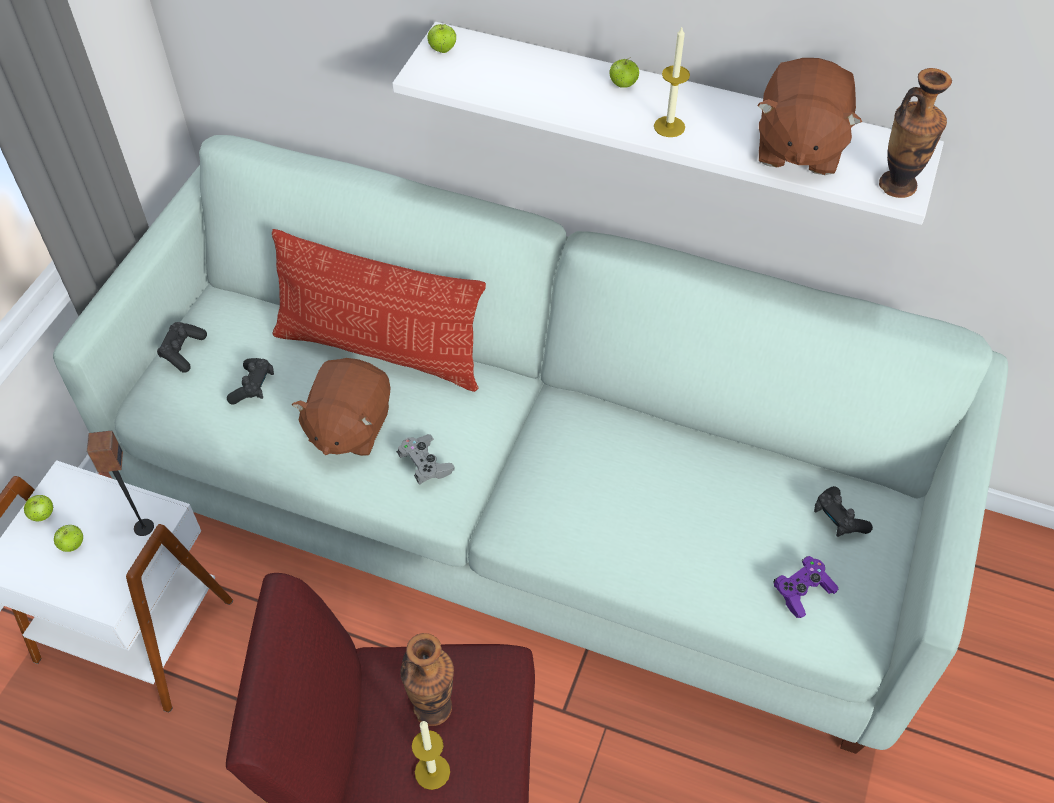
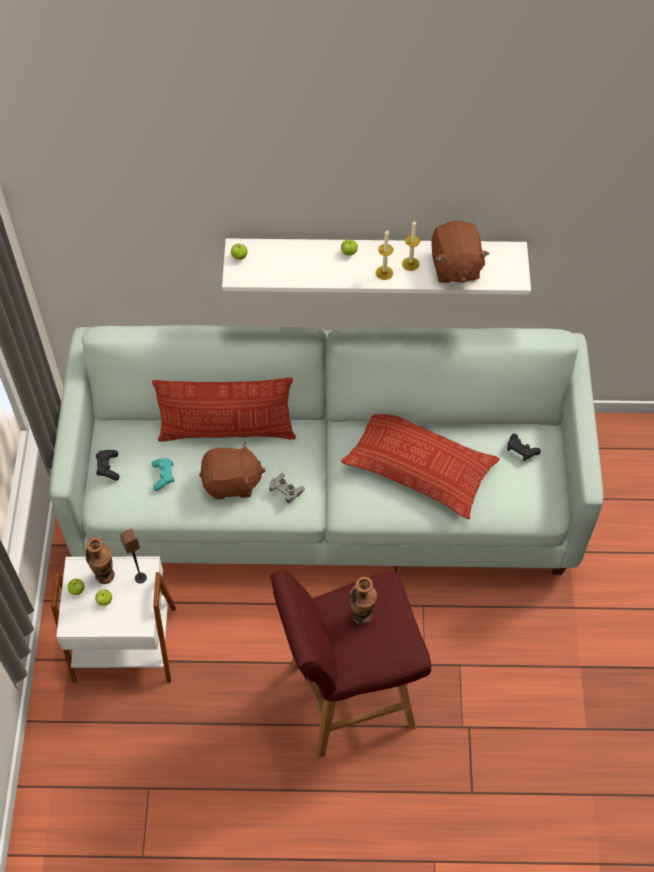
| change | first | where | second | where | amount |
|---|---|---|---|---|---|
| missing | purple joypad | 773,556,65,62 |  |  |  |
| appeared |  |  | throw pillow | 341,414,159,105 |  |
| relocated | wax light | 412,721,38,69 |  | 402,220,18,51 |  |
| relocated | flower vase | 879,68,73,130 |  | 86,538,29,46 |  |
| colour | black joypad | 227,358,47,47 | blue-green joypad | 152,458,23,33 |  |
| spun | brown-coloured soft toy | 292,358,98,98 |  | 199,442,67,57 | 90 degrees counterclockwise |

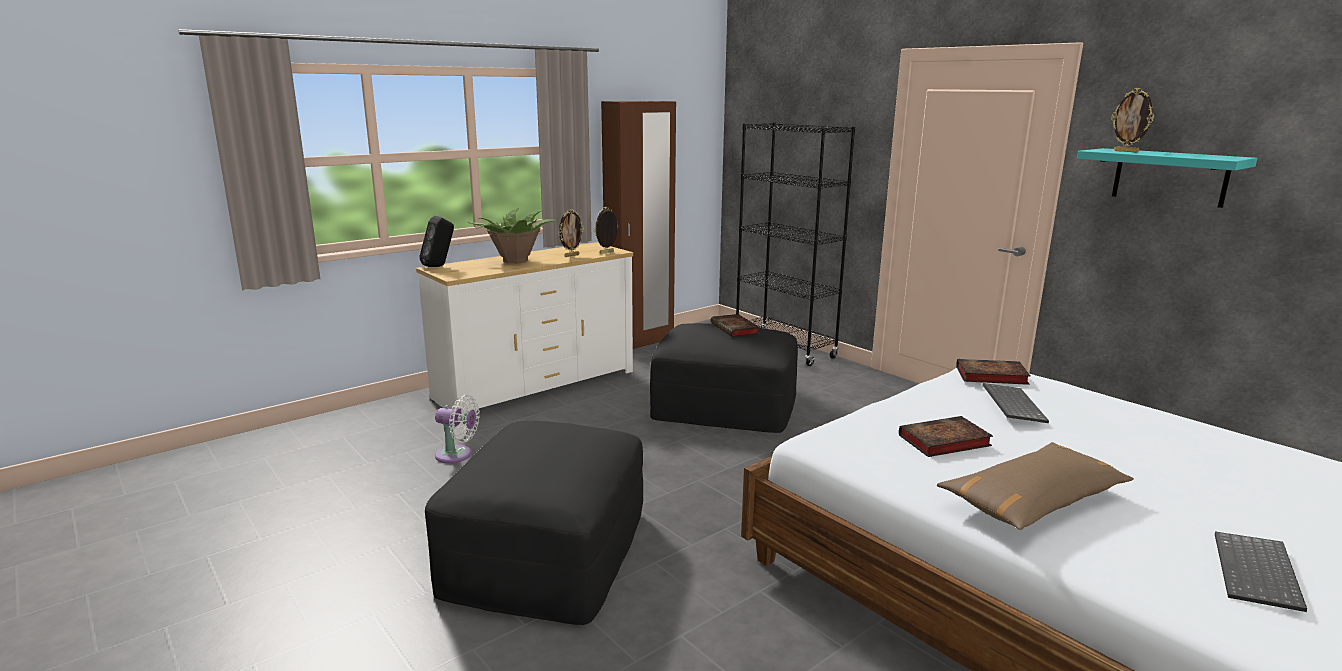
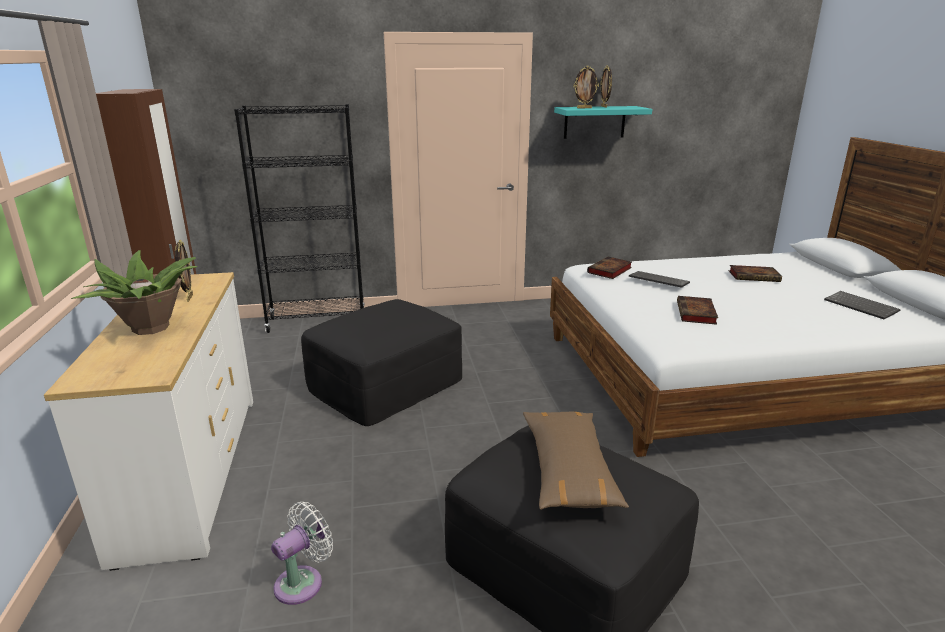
| change | first | where | second | where | amount |
|---|---|---|---|---|---|
| missing | black loudspeaker | 419,216,35,51 |  |  |  |
| relocated | standing frame | 593,207,25,47 |  | 600,65,12,43 |  |
| relocated | volume | 711,314,49,23 |  | 729,265,53,17 |  |
| relocated | brown-coloured throw pillow | 937,442,197,88 |  | 523,412,106,98 |  |

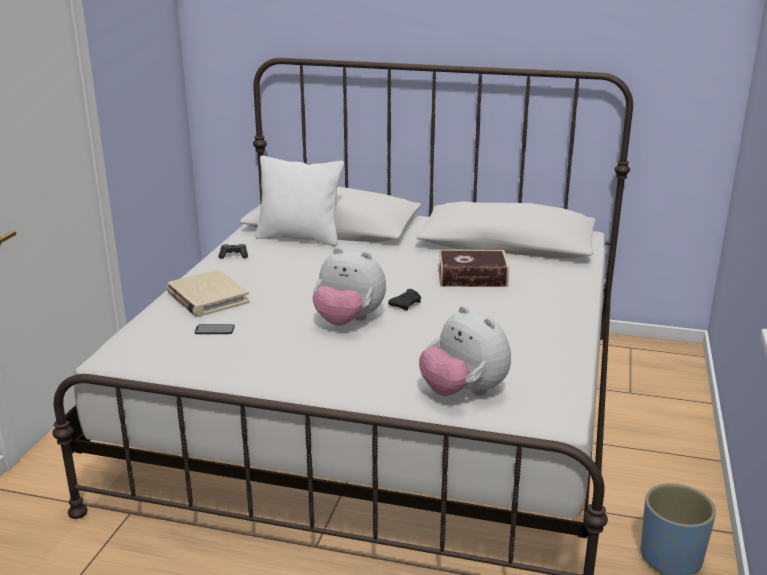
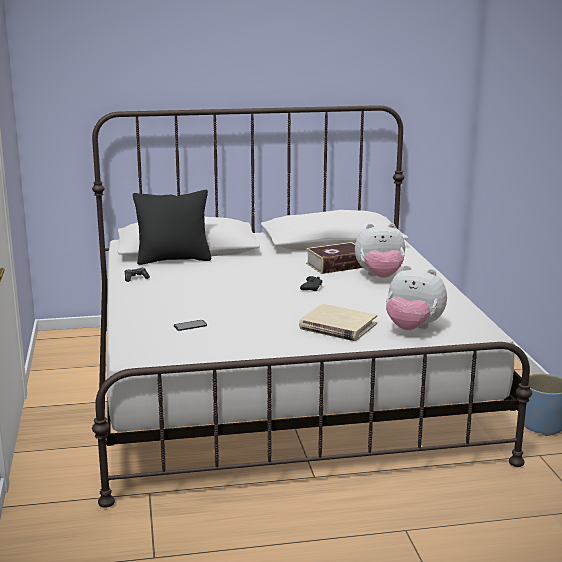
| change | first | where | second | where | amount |
|---|---|---|---|---|---|
| relocated | sand-coloured volume | 167,270,83,47 |  | 299,304,78,37 |  |
| relocated | soft toy | 312,247,74,79 |  | 355,223,50,55 |  |
| colour | white-coloured throw pillow | 255,155,89,91 | black throw pillow | 133,190,78,75 |  |

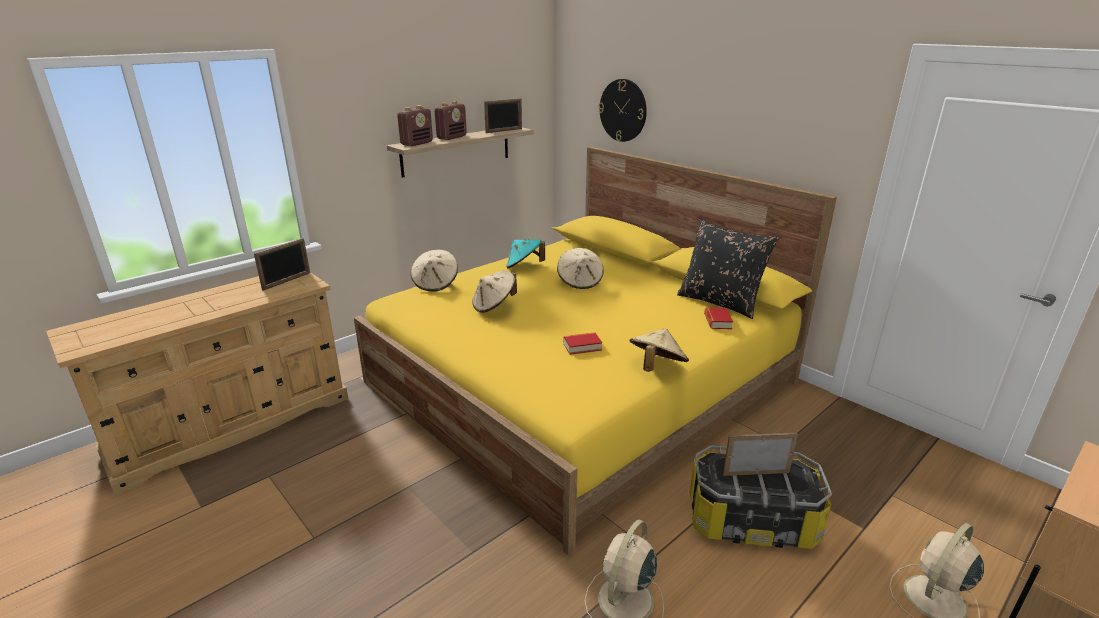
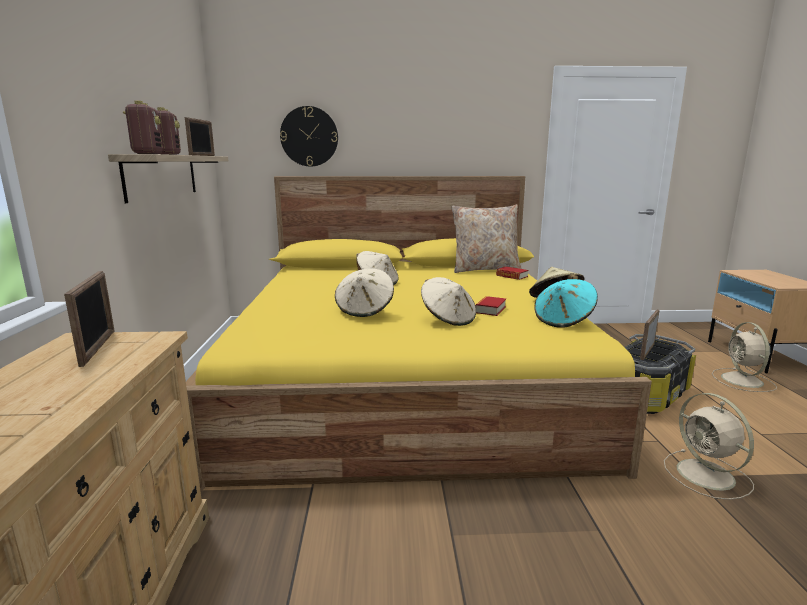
| change | first | where | second | where | amount |
|---|---|---|---|---|---|
| relocated | sand-coloured hat | 410,250,48,42 |  | 421,277,55,49 |  |
| relocated | blue-green hat | 506,239,39,29 |  | 534,279,64,49 |  |
| colour | black throw pillow | 677,219,102,100 | sand-coloured throw pillow | 451,205,71,68 |  |

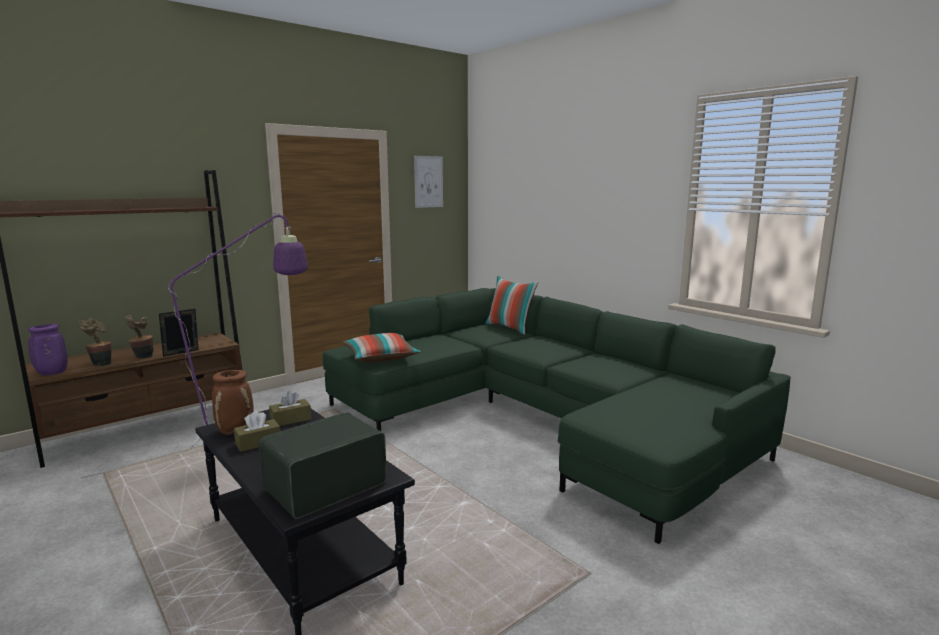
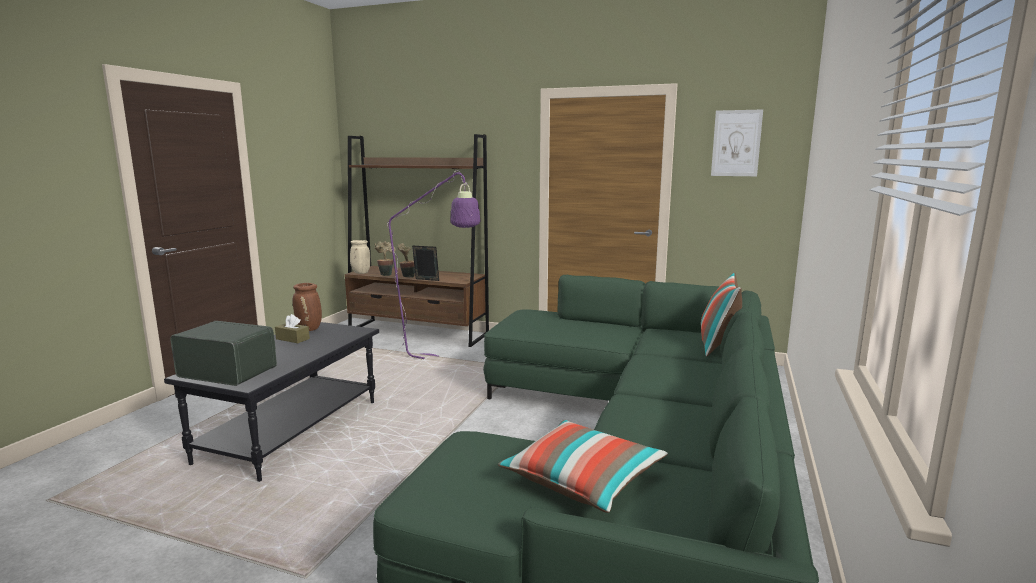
| change | first | where | second | where | amount |
|---|---|---|---|---|---|
| missing | brown-coloured box of tissues | 269,391,42,35 |  |  |  |
| relocated | throw pillow | 343,333,77,30 |  | 498,420,170,93 |  |
| colour | purple flower vase | 28,324,40,51 | sand-coloured flower vase | 350,240,20,34 |  |

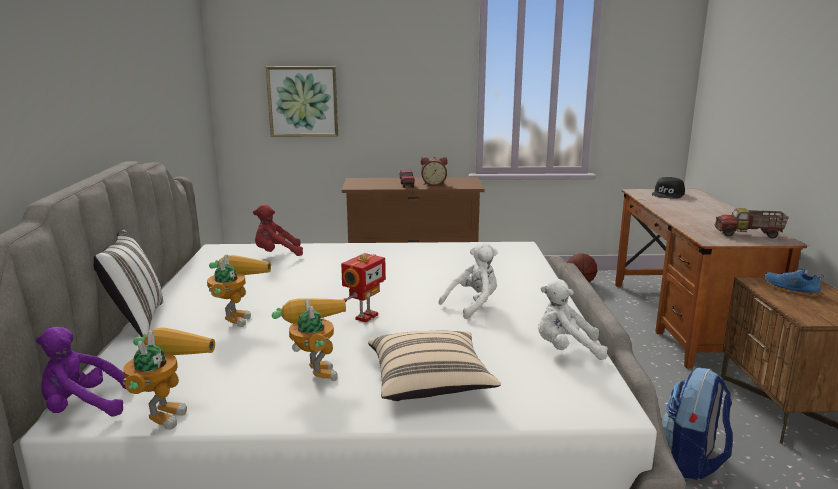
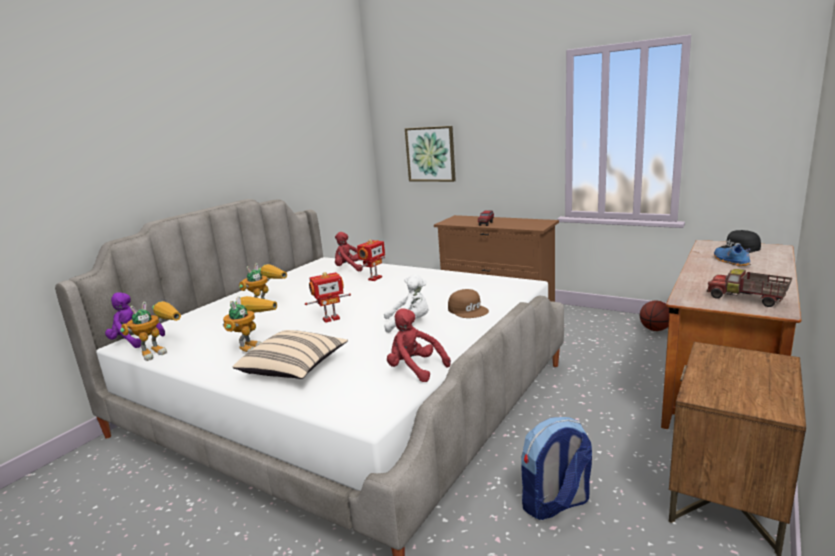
| change | first | where | second | where | amount |
|---|---|---|---|---|---|
| missing | white-coloured throw pillow | 93,230,70,107 |  |  |  |
| missing | table clock | 421,157,27,29 |  |  |  |
| appeared |  |  | toy robot | 357,239,28,42 |  |
| appeared |  |  | brown-coloured baseball cap | 448,289,41,29 |  |
| relocated | bluish item of footwear | 765,269,59,28 |  | 714,244,37,22 |  |
| colour | white-coloured soft toy | 538,279,70,81 | red soft toy | 387,308,64,74 |  |

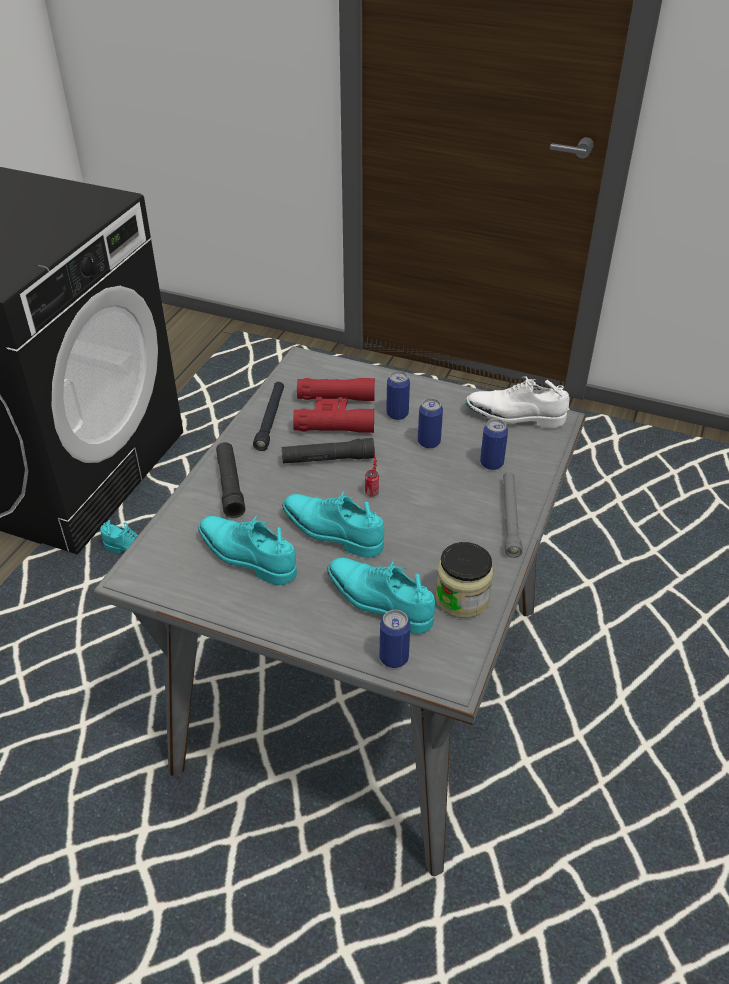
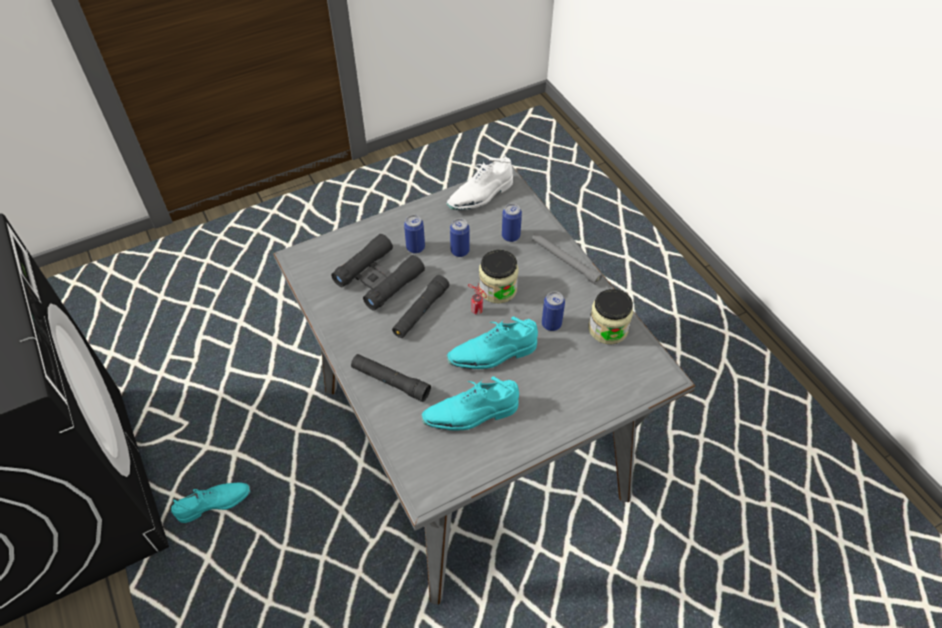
| change | first | where | second | where | amount |
|---|---|---|---|---|---|
| missing | black flashlight | 253,382,31,69 |  |  |  |
| missing | blue-green item of footwear | 327,558,108,76 |  |  |  |
| appeared |  |  | jar | 479,250,40,54 |  |
| relocated | metal can | 380,610,30,58 |  | 542,291,23,40 |  |
| colour | red binoculars | 293,378,82,55 | black binoculars | 331,234,94,77 |  |

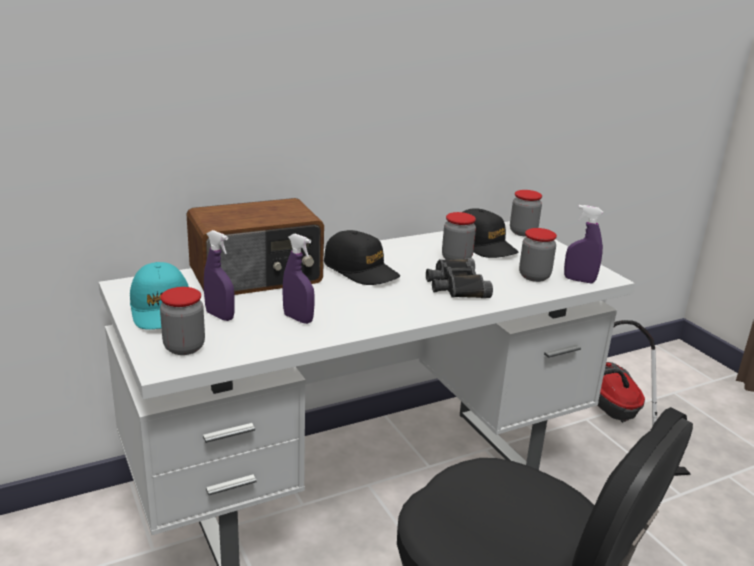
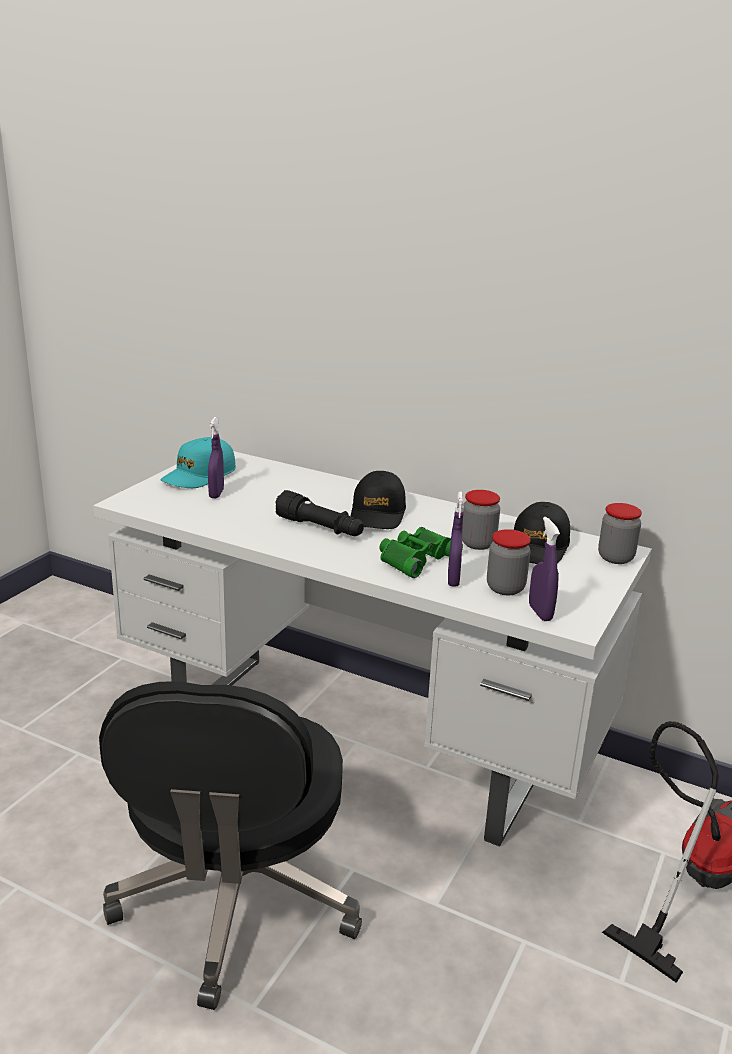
| change | first | where | second | where | amount |
|---|---|---|---|---|---|
| missing | jar | 160,287,45,68 |  |  |  |
| missing | radio receiver | 186,198,138,97 |  |  |  |
| appeared |  |  | black flashlight | 275,490,89,46 |  |
| relocated | purple hand sprayer | 283,233,32,91 |  | 448,492,16,95 |  |
| colour | black binoculars | 426,258,67,40 | green-coloured binoculars | 379,527,84,51 |  |

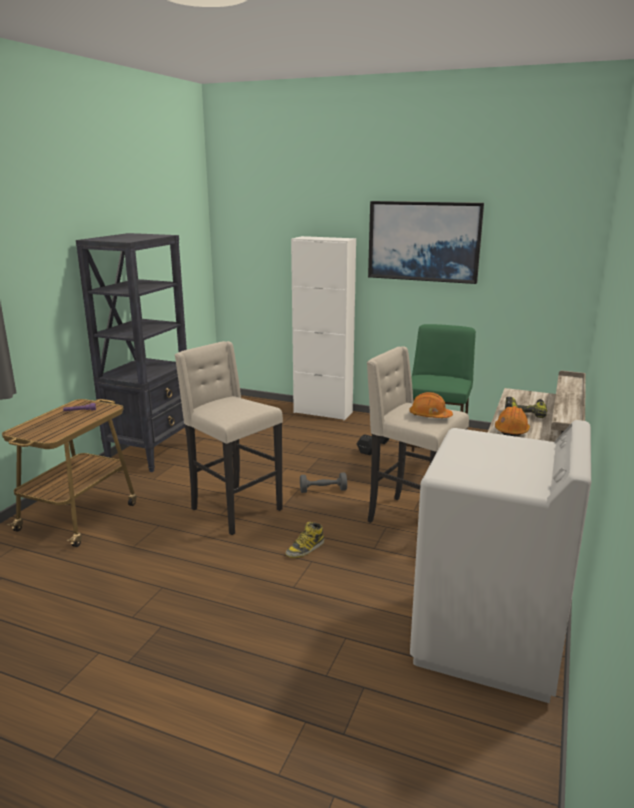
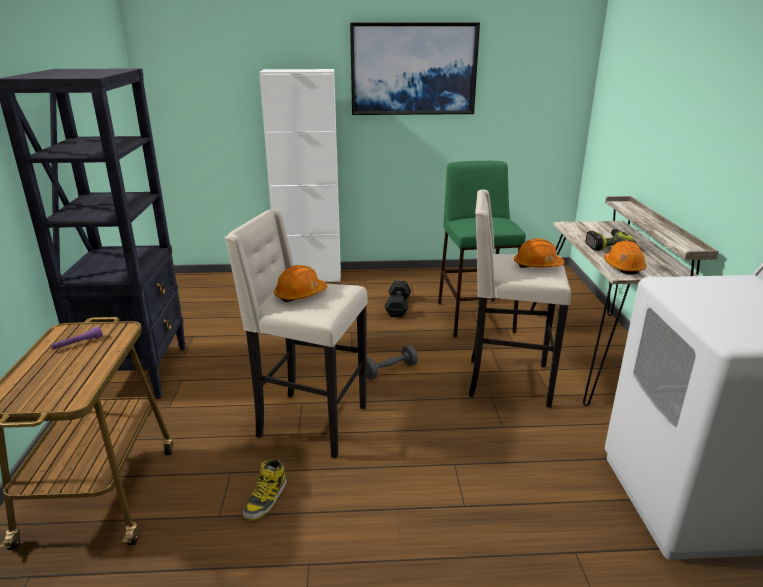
| change | first | where | second | where | amount |
|---|---|---|---|---|---|
| appeared |  |  | orangey hard hat | 274,265,53,37 |  |
| relocated | tall boot | 285,522,39,36 |  | 243,460,44,61 |  |

